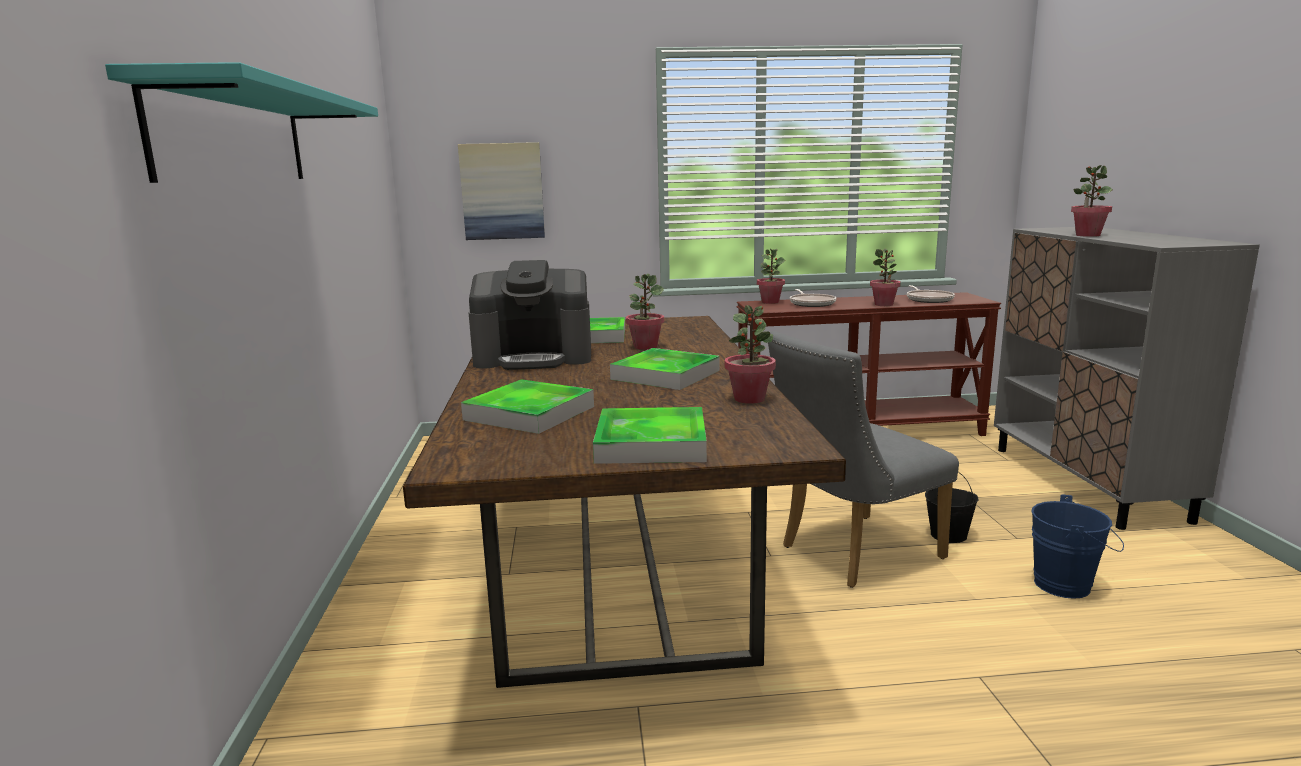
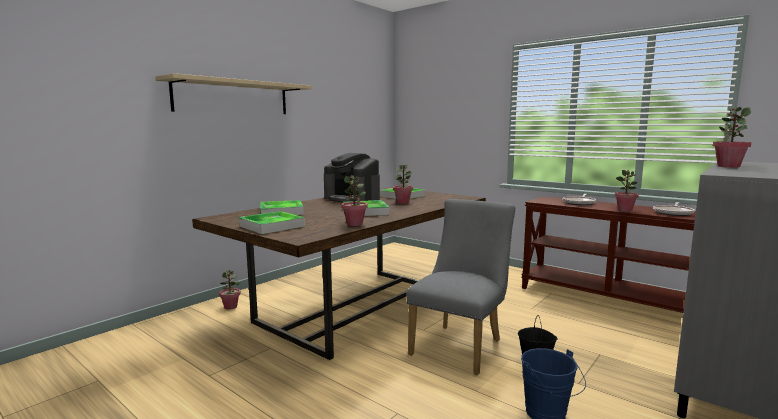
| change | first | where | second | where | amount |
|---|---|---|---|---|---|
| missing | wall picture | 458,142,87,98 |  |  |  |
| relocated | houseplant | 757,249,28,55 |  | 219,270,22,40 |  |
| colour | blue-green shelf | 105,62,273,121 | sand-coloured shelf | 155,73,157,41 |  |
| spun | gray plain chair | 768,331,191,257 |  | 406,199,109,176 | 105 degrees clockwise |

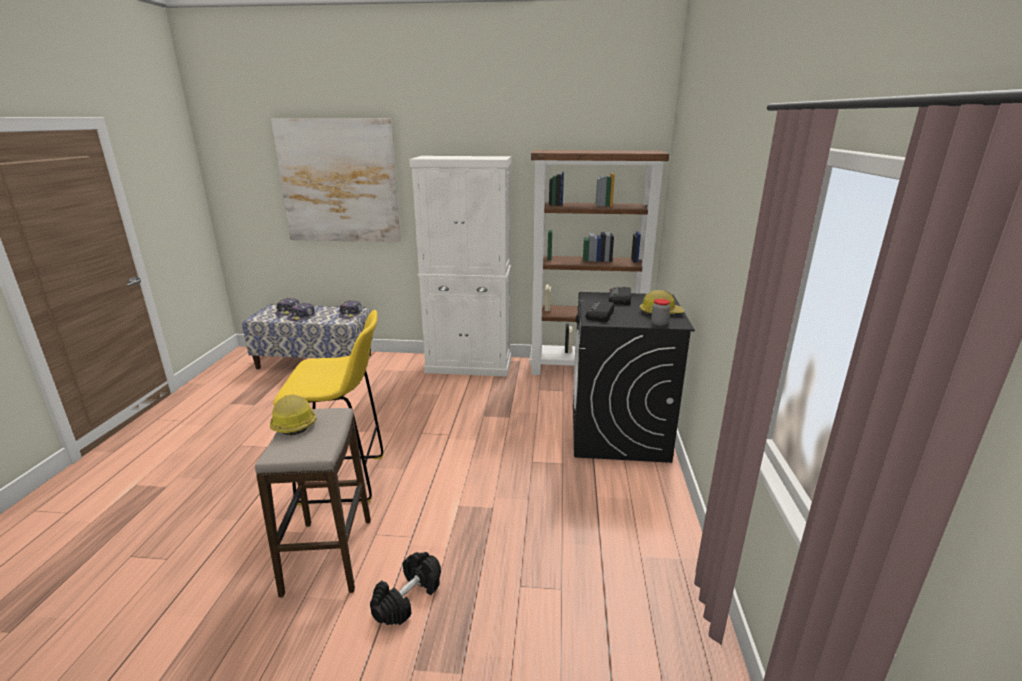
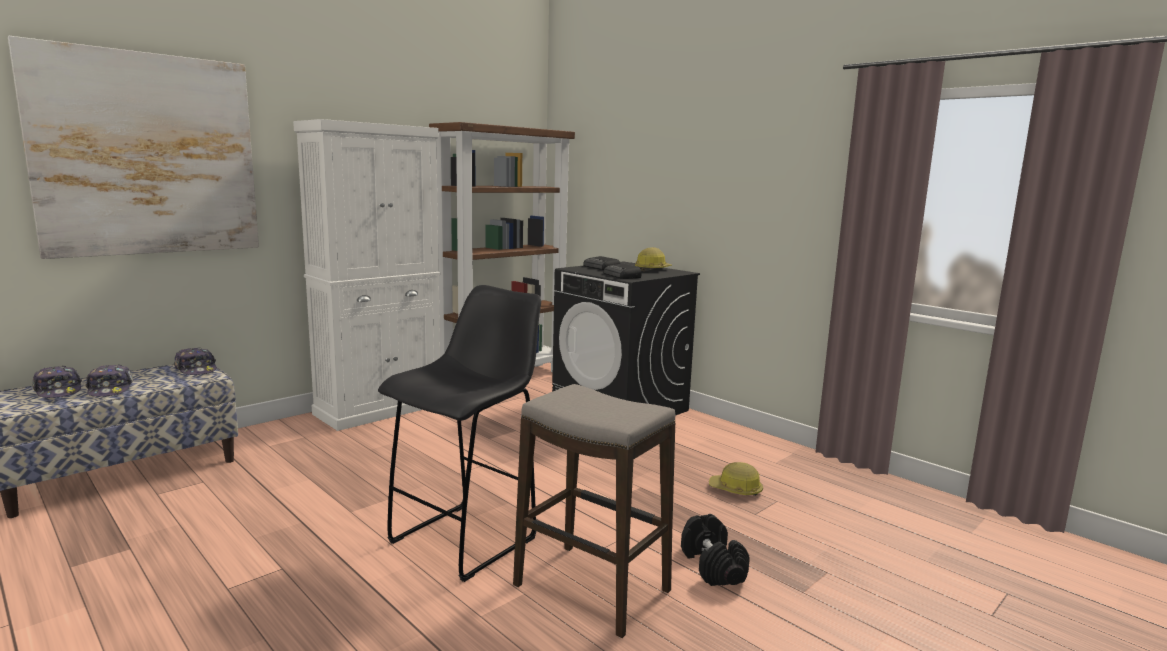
| change | first | where | second | where | amount |
|---|---|---|---|---|---|
| missing | jar | 651,299,19,27 |  |  |  |
| relocated | hard hat | 270,394,47,41 |  | 709,462,54,34 |  |
| colour | yellow stool seat | 273,310,111,195 | black stool seat | 378,285,163,297 |  |

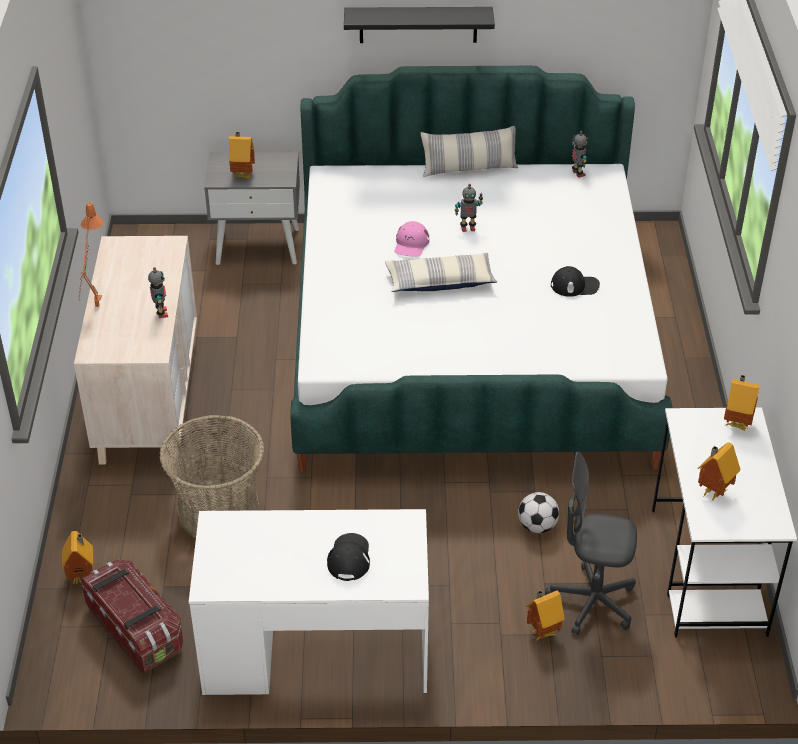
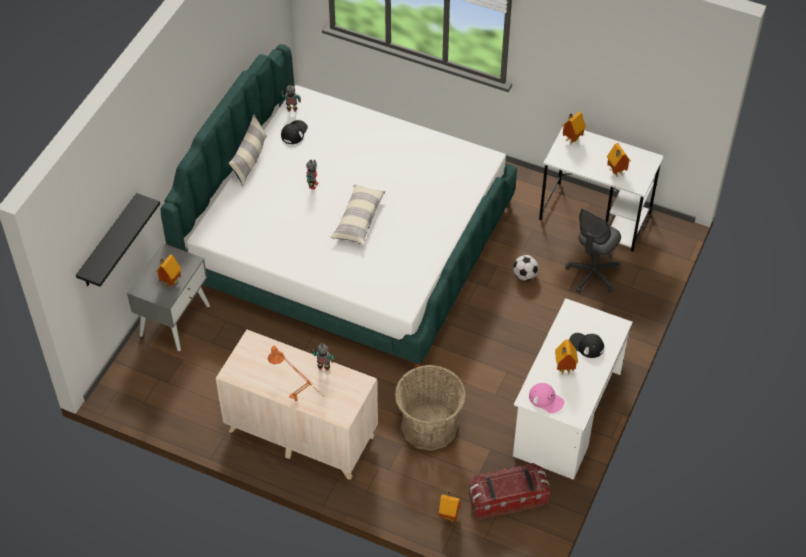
| change | first | where | second | where | amount |
|---|---|---|---|---|---|
| relocated | black shelf | 344,7,151,36 |  | 76,193,84,94 |  |
| relocated | pink baseball cap | 395,221,34,36 |  | 529,383,35,30 |  |
| relocated | miniature house | 526,590,39,50 |  | 555,339,23,35 |  |
| relocated | black baseball cap | 551,266,49,31 |  | 281,120,27,24 |  |

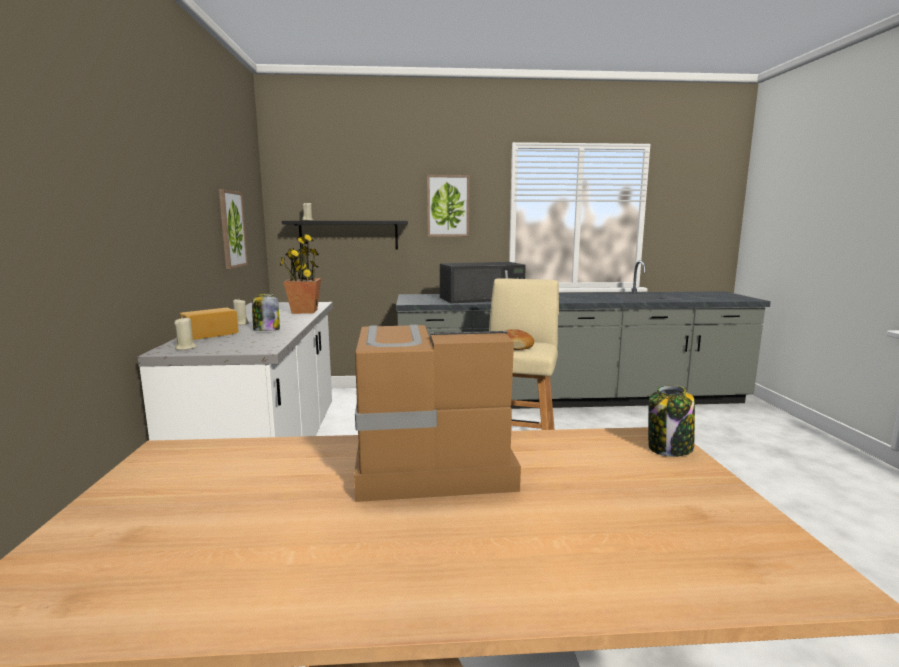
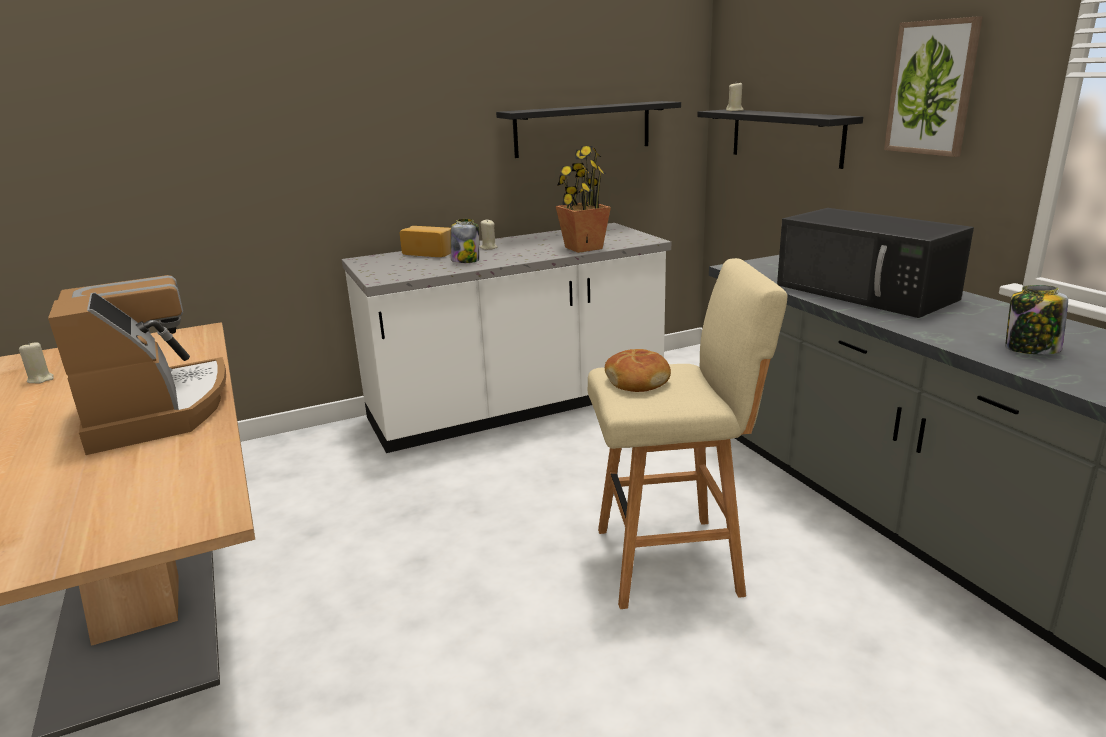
| change | first | where | second | where | amount |
|---|---|---|---|---|---|
| relocated | sand-coloured wax light | 174,317,23,33 |  | 19,341,35,43 |  |
| relocated | jar | 648,385,47,72 |  | 1005,285,63,69 |  |
| exchanged | wall picture | 219,189,29,80 | black shelf | 496,101,185,57 |  |

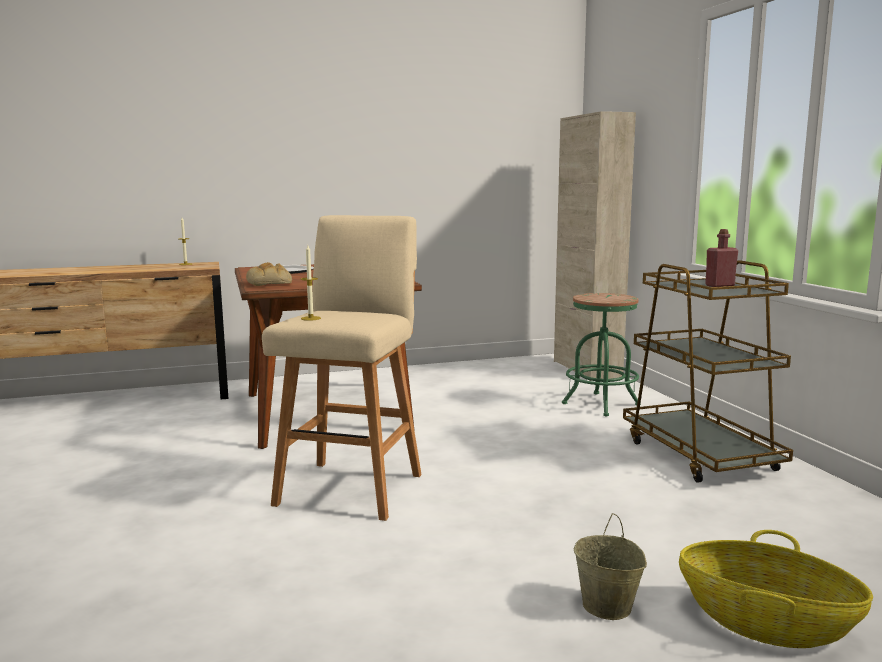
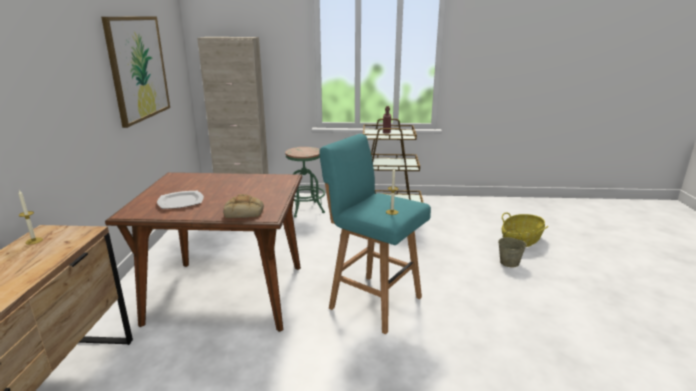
| change | first | where | second | where | amount |
|---|---|---|---|---|---|
| appeared |  |  | wall picture | 101,16,69,112 |  |
| colour | sand-coloured stool seat | 262,215,160,306 | blue-green stool seat | 319,134,112,200 |  |

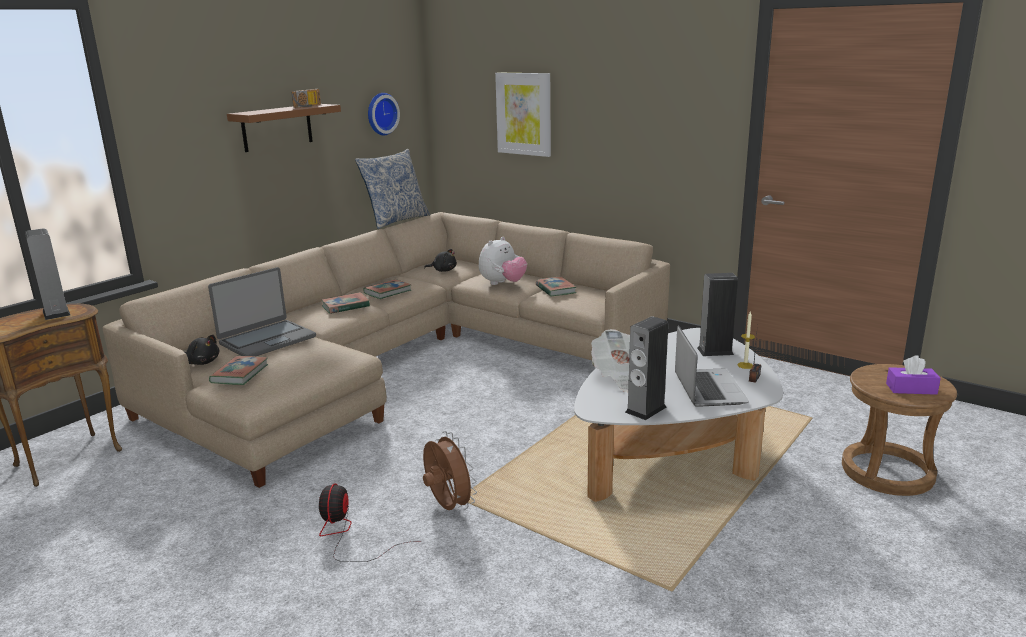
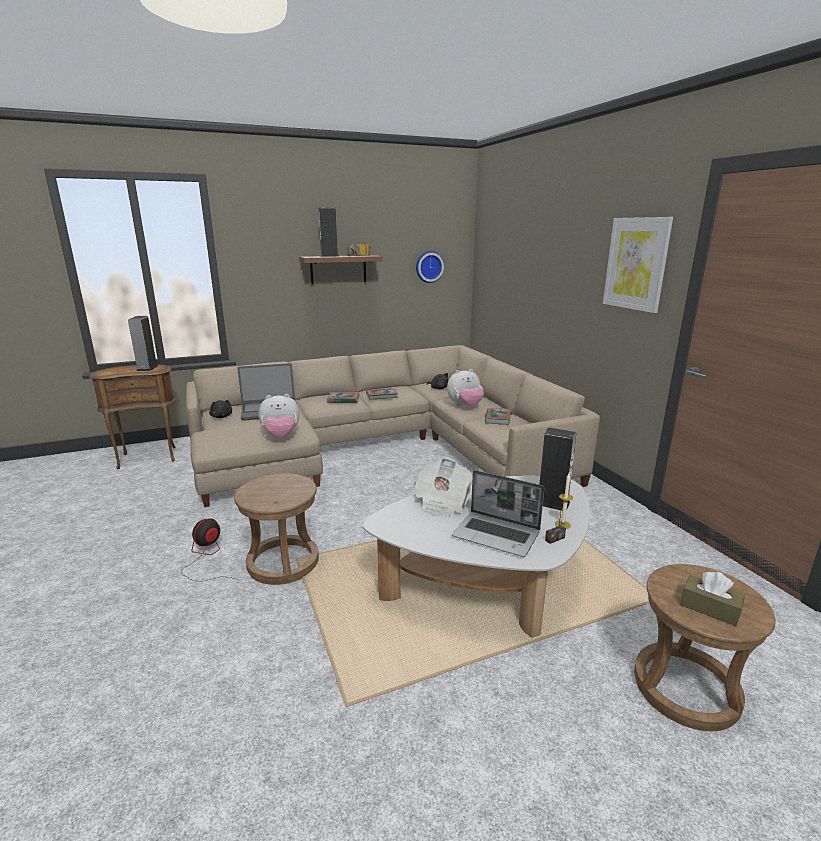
| change | first | where | second | where | amount |
|---|---|---|---|---|---|
| missing | volume | 209,356,59,29 |  |  |  |
| missing | throw pillow | 355,149,75,80 |  |  |  |
| appeared |  |  | soft toy | 259,394,41,44 |  |
| relocated | wall picture | 495,72,56,85 |  | 603,217,70,96 |  |
| relocated | loudspeaker | 625,316,43,104 |  | 319,207,20,50 |  |
| exchanged | brown-coloured cooling fan | 423,431,54,79 | brown-coloured stool seat | 234,473,85,112 |  |
| colour | purple box of tissues | 886,355,55,40 | brown-coloured box of tissues | 680,572,65,54 |  |
| spun | portable computer | 675,325,74,82 |  | 452,470,93,87 | 90 degrees clockwise |

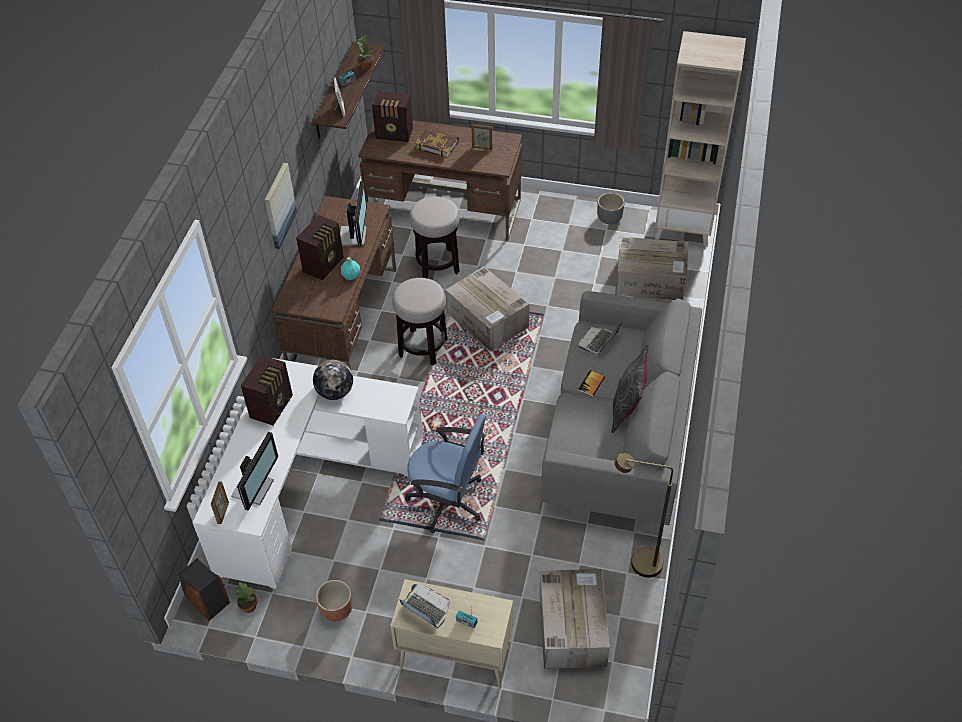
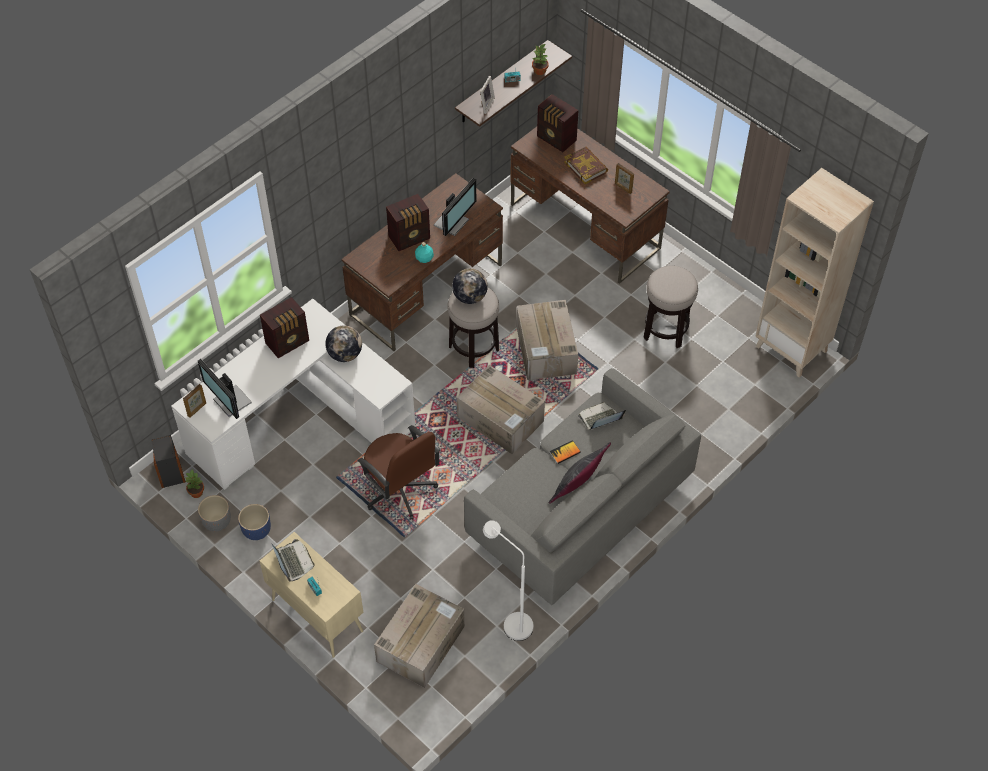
| change | first | where | second | where | amount |
|---|---|---|---|---|---|
| missing | wall picture | 265,163,32,86 |  |  |  |
| appeared |  |  | desk globe | 452,268,36,36 |  |
| relocated | stool seat | 409,196,51,82 |  | 644,266,54,82 |  |
| relocated | gray flower pot | 597,193,27,32 |  | 198,495,33,37 |  |
| relocated | carton | 615,237,73,63 |  | 457,365,88,89 |  |
| colour | brown-coloured flower pot | 316,580,36,42 | bluish flower pot | 238,504,33,36 |  |
| colour | bluish desk chair | 405,414,81,119 | brown-coloured desk chair | 358,425,83,94 |  |
| colour | brown-coloured floor lamp | 615,453,58,125 | white-coloured floor lamp | 483,520,50,121 |  |
| spun | computer display | 231,432,47,79 |  | 198,359,54,60 | 90 degrees clockwise |

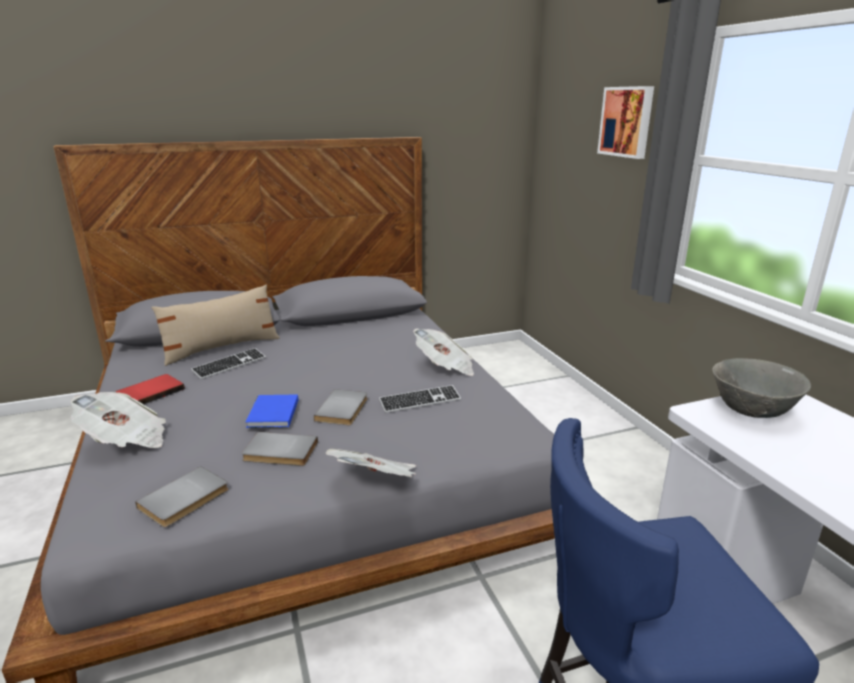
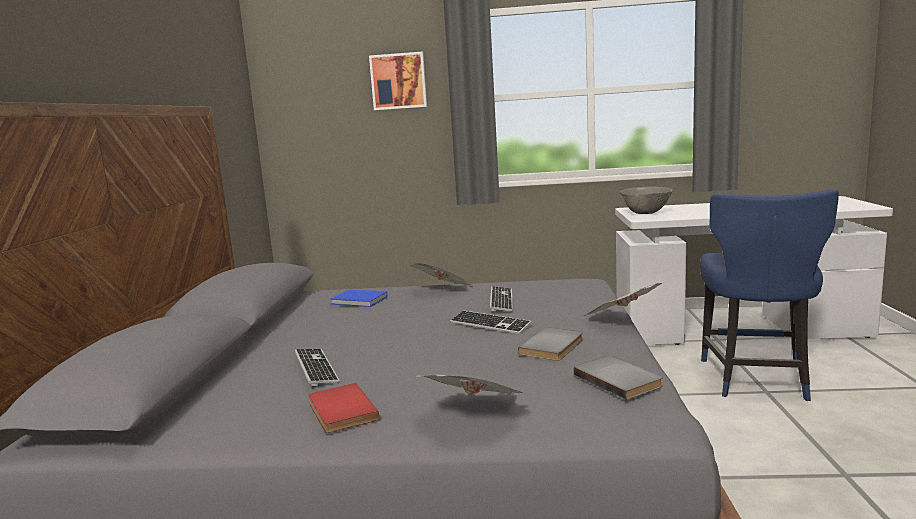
| change | first | where | second | where | amount |
|---|---|---|---|---|---|
| missing | sand-coloured throw pillow | 152,285,128,81 |  |  |  |
| relocated | bluish volume | 246,394,52,34 |  | 330,290,57,17 |  |
| exchanged | gray volume | 314,389,54,36 | PC keyboard | 450,310,82,24 |  |

